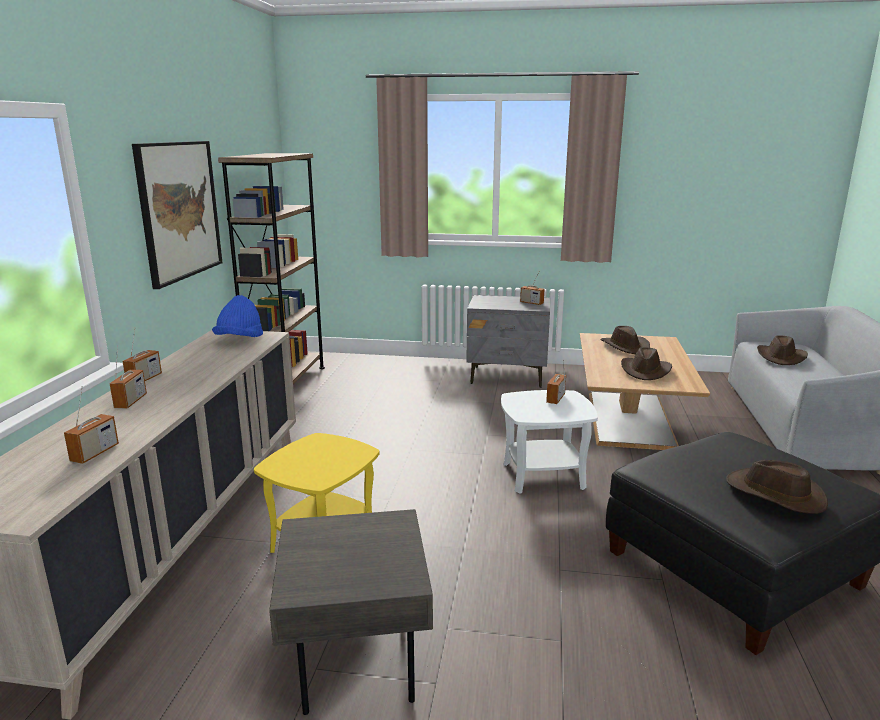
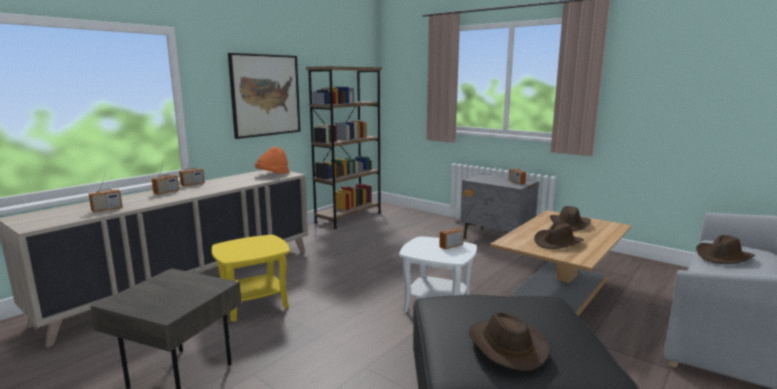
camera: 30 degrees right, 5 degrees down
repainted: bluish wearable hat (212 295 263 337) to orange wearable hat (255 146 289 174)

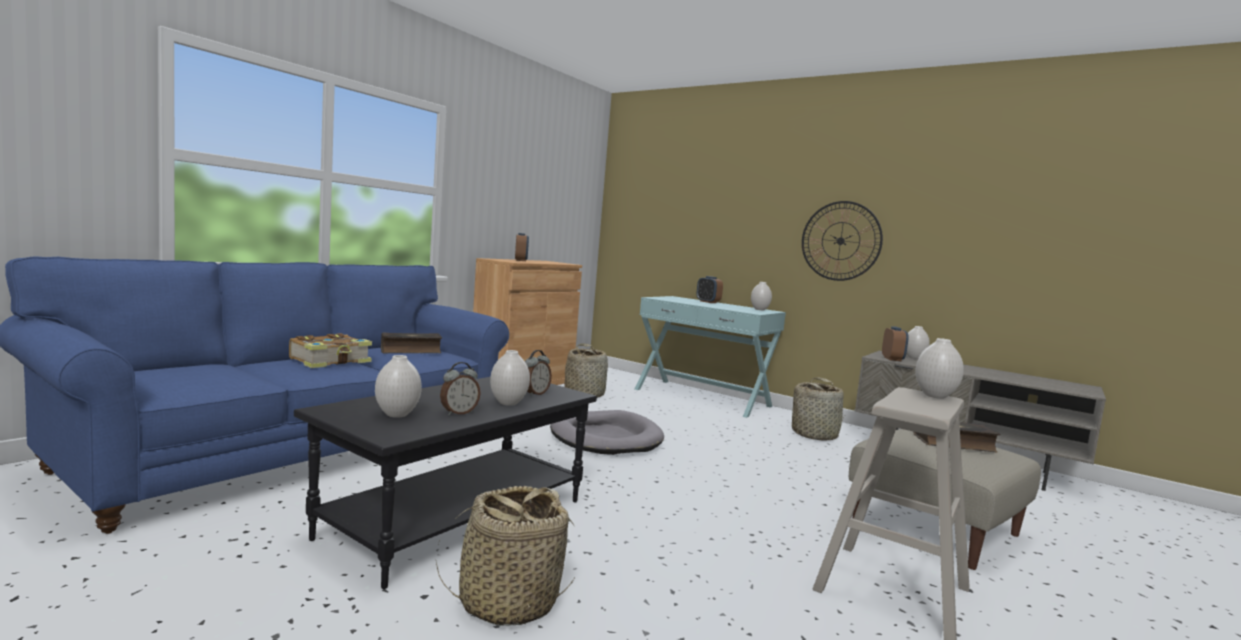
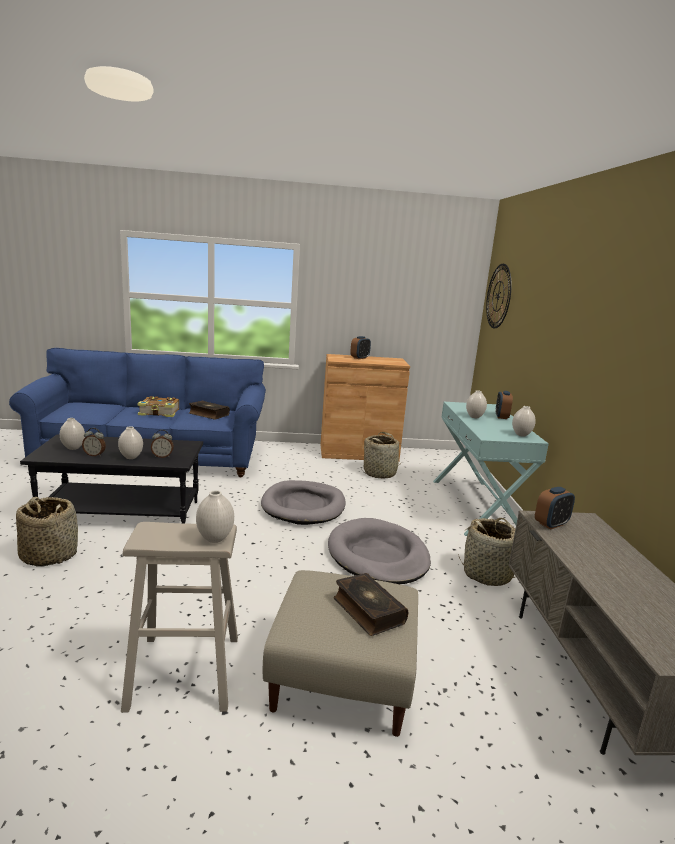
camera: 50 degrees right, 10 degrees up
new: grey dog bed (328 518 431 584)
shifted: wall clock (802 201 883 281) to (486 264 512 328); white flower vase (906 326 930 359) to (466 390 487 418)

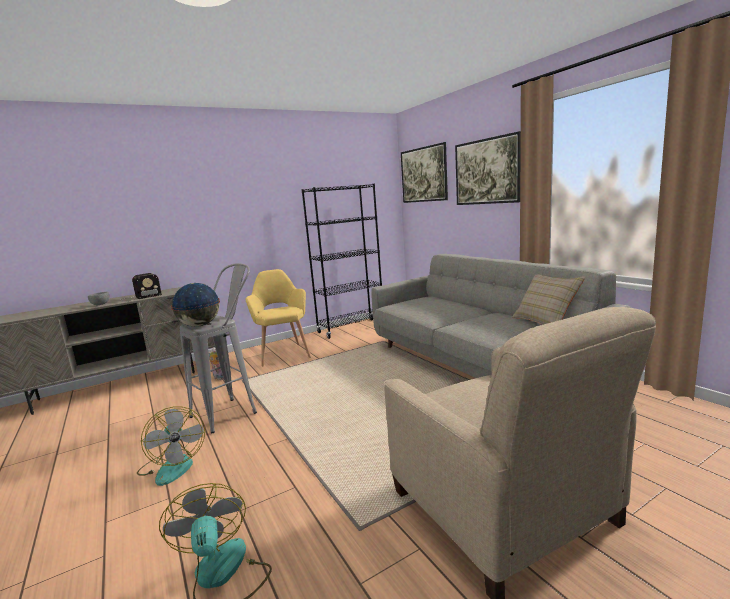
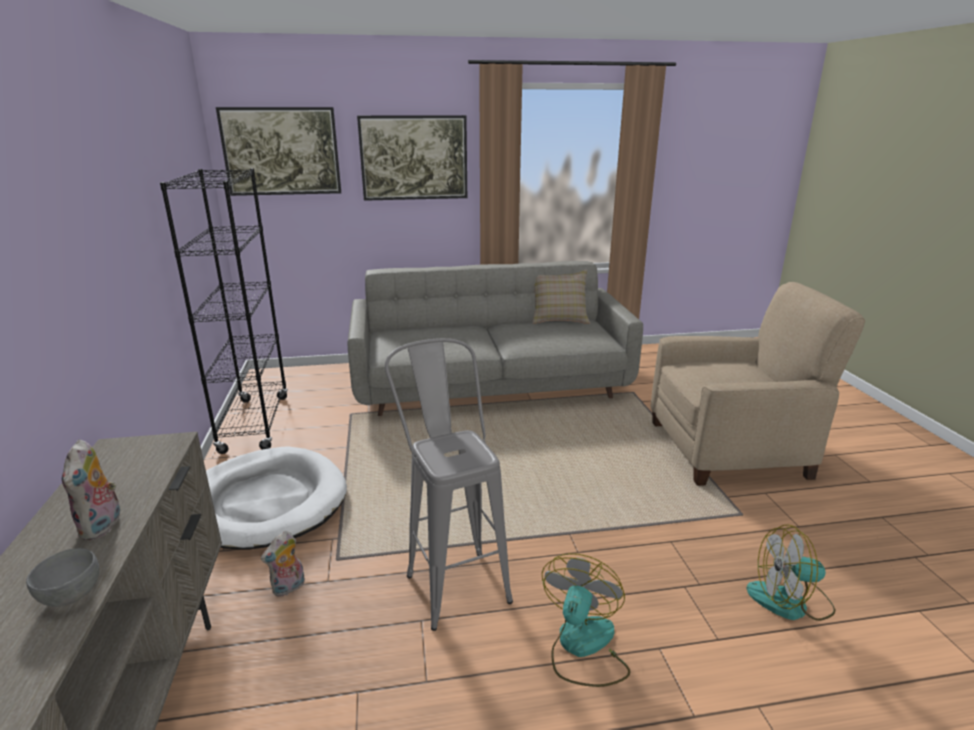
camera: 70 degrees left, 10 degrees up
gone: globe (171 283 220 327)
swapped: yellowish armchair (246 269 311 367) to white dog bed (206 447 347 550); radio receiver (121 273 162 302) to plush toy (62 440 120 540)
rotated: cooling fan (137 406 205 486) = (542 553 630 687) 60 degrees counterclockwise

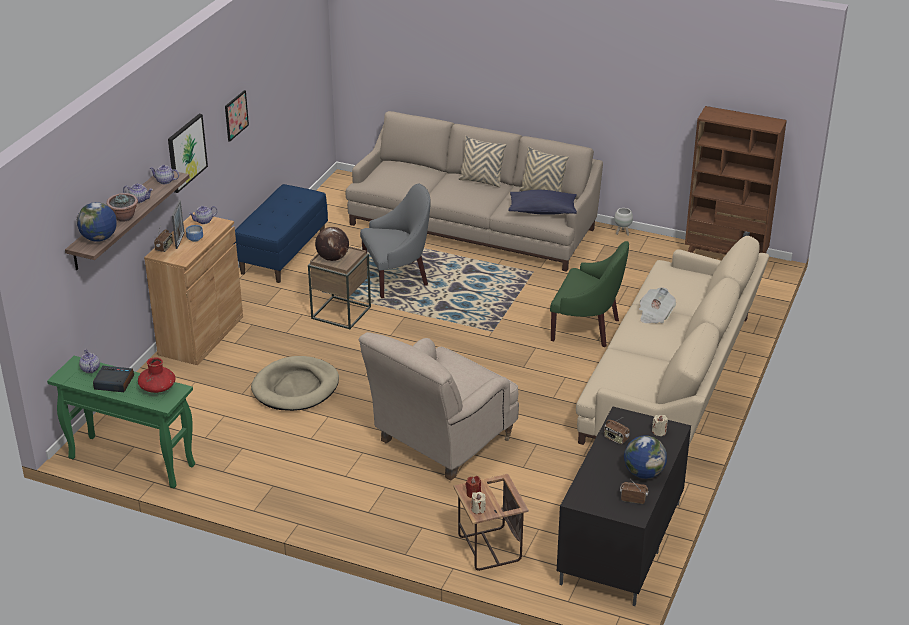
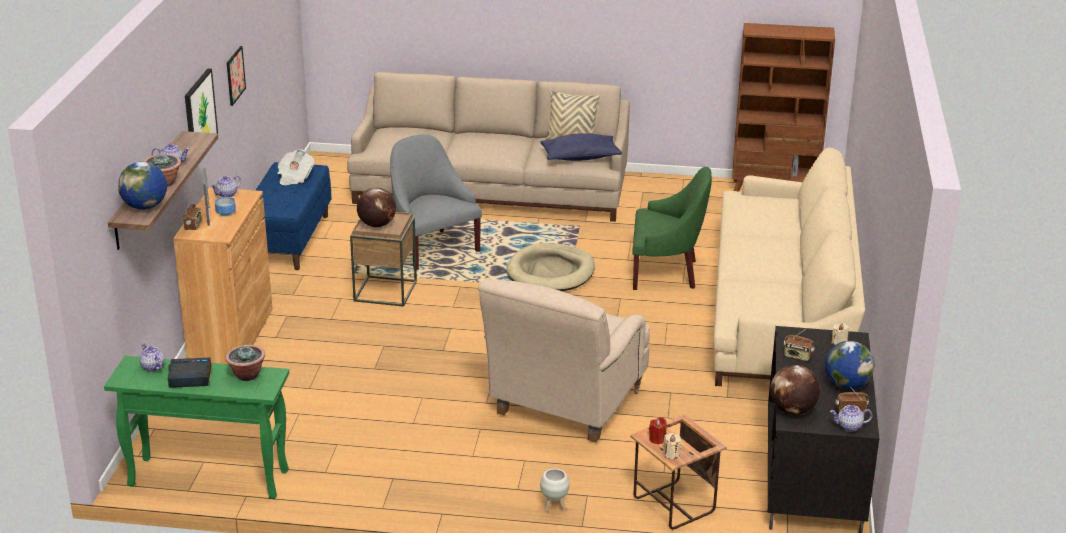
camera: 15 degrees left, 5 degrees down
gone: sand-coloured pillow (459 136 507 187)
new: globe (770 365 820 415)
shifted: teapot (150 165 179 184) to (830 405 872 432); white planter (614 208 633 236) to (540 468 569 512); daily paper (639 287 676 324) to (277 149 315 185); sand-coloured dog bed (251 356 339 411) to (506 243 595 291)
swapped: red flower vase (138 357 176 393) to houseplant (225 345 265 381)
rotated: grey armchair (360 184 431 298) = (390 134 482 270) 90 degrees counterclockwise

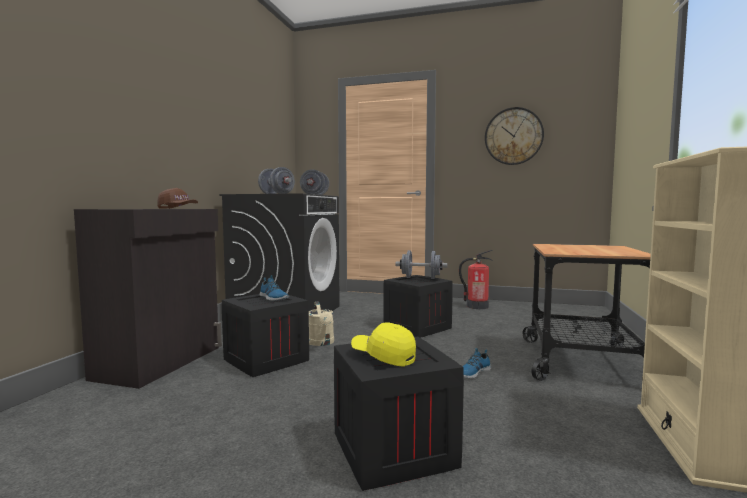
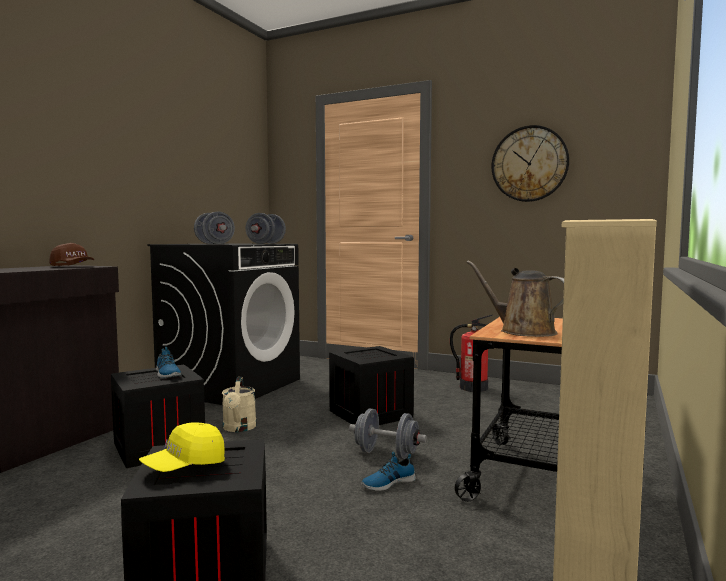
camera: 10 degrees right, 0 degrees up
new: brown sprinkling can (466 261 564 337)
shifted: grey free weight (395 250 447 279) to (349 408 427 459)
rotated: yellowish baseball cap (351 323 416 367) = (139 422 225 472) 90 degrees counterclockwise

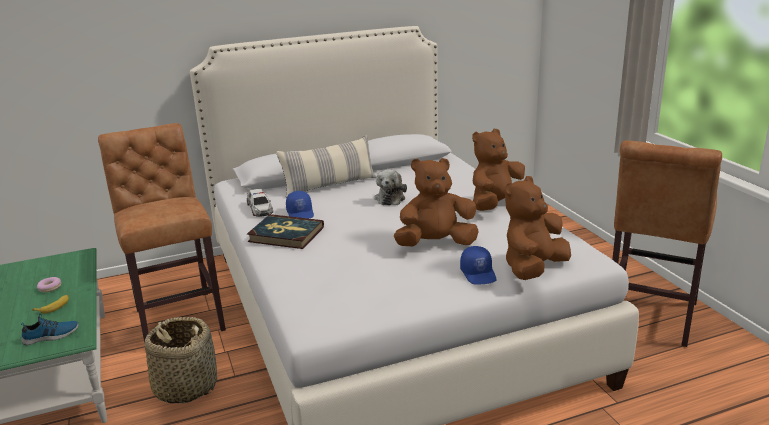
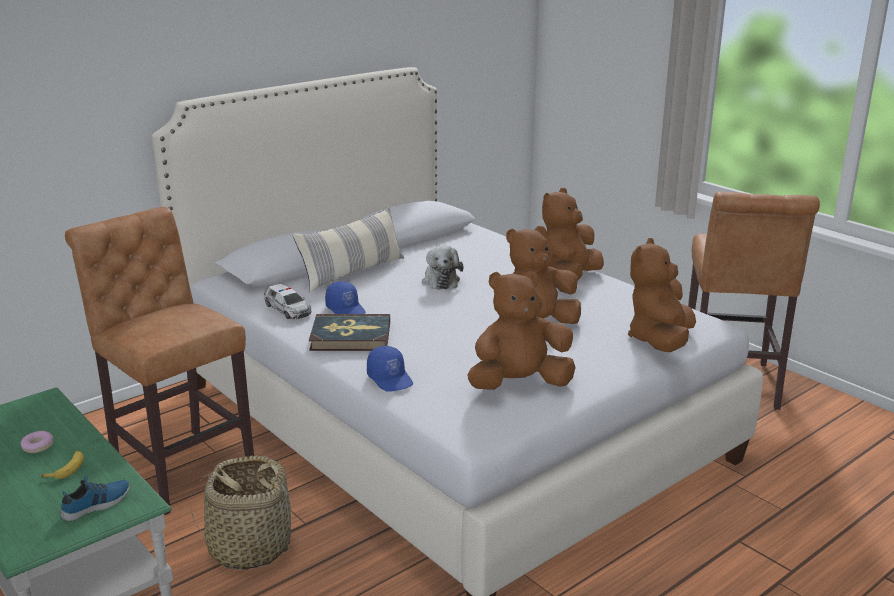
camera: 20 degrees left, 0 degrees up
new: brown plush toy (467 271 576 390)
shifted: bluish baseball cap (460 246 496 285) to (367 346 413 392)

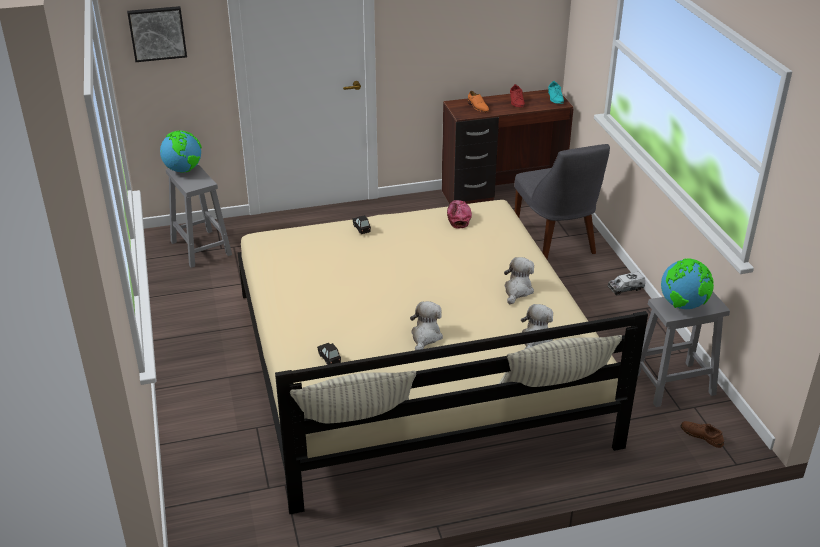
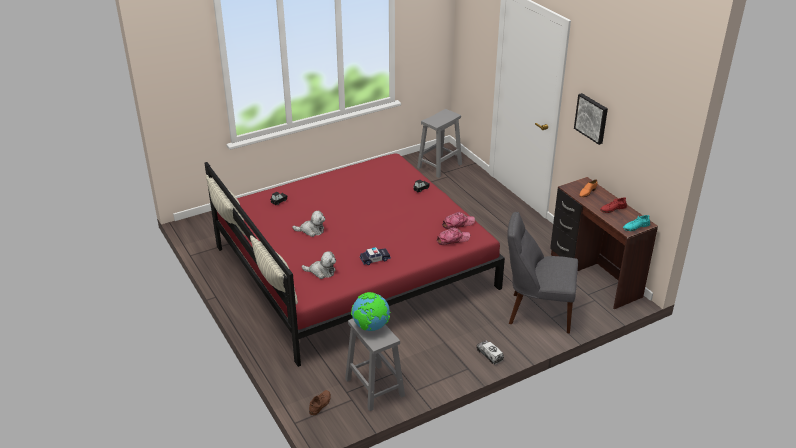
camera: 75 degrees right, 0 degrees up
gone: globe (160 131 202 173)
new: baseball cap (436 227 470 245)
shifted: picture (127 6 187 62) to (574 93 608 145)
swapped: plush toy (504 257 534 304) to model car (360 247 391 265)
repainted: sand-coloured sleeping bed (237 200 648 514) to red sleeping bed (204 153 505 367)
rotated: grey upright chair (514 144 610 259) = (507 212 578 333) 45 degrees clockwise

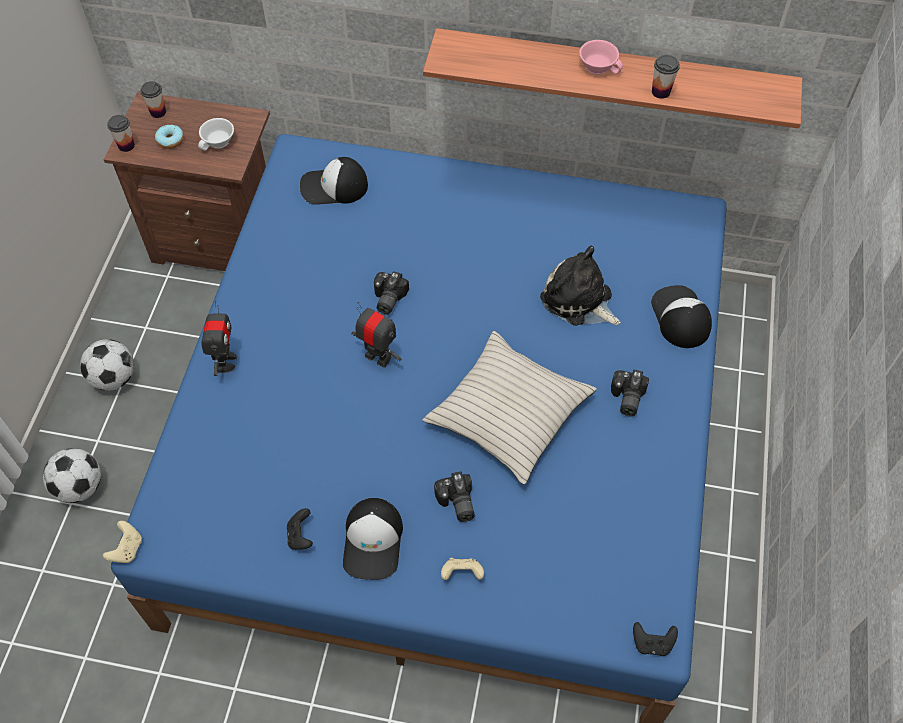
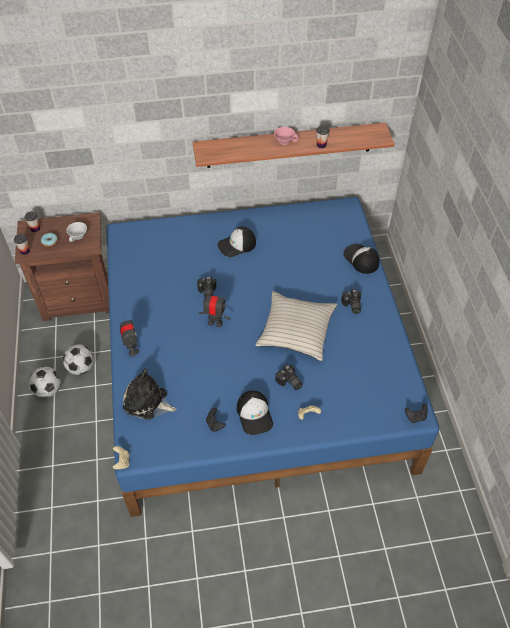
camera: 20 degrees left, 5 degrees down
shifted: baseball cap (300 157 368 205) to (217 227 256 257); plush toy (540 246 621 325) to (123 369 176 420); ball for football (43 448 101 503) to (63 344 94 375)

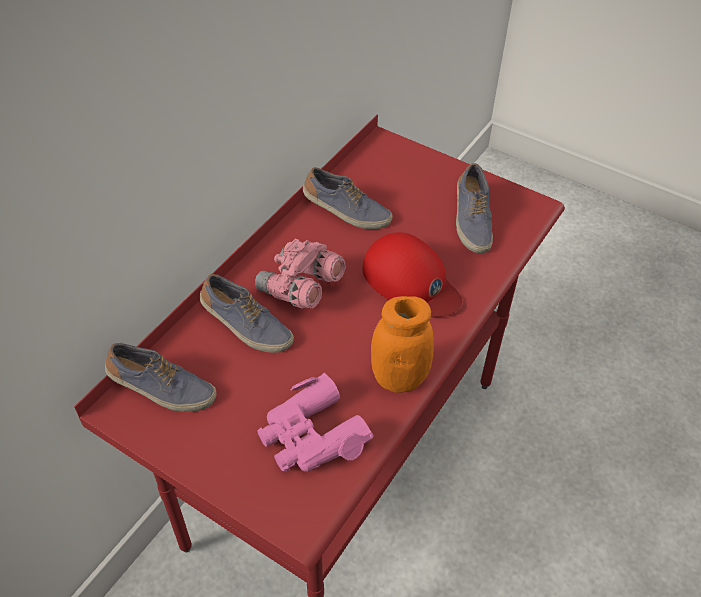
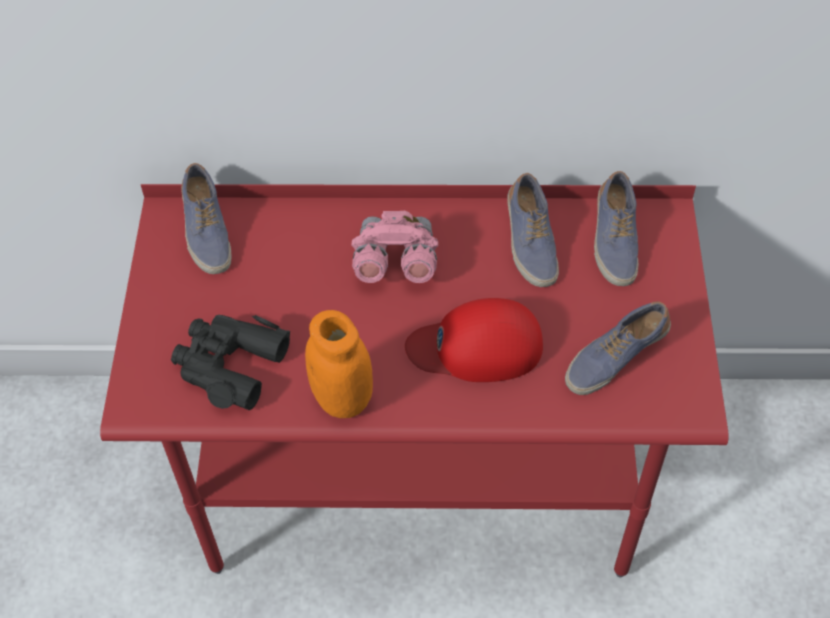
camera: 60 degrees right, 5 degrees up
shifted: item of footwear (200 274 294 353) to (594 171 638 286)
repainted: pink-coloured pair of binoculars (258 373 374 472) to blackish pair of binoculars (171 315 290 410)
rotated: red baseball cap (363 232 462 317) = (405 298 543 382) 75 degrees clockwise

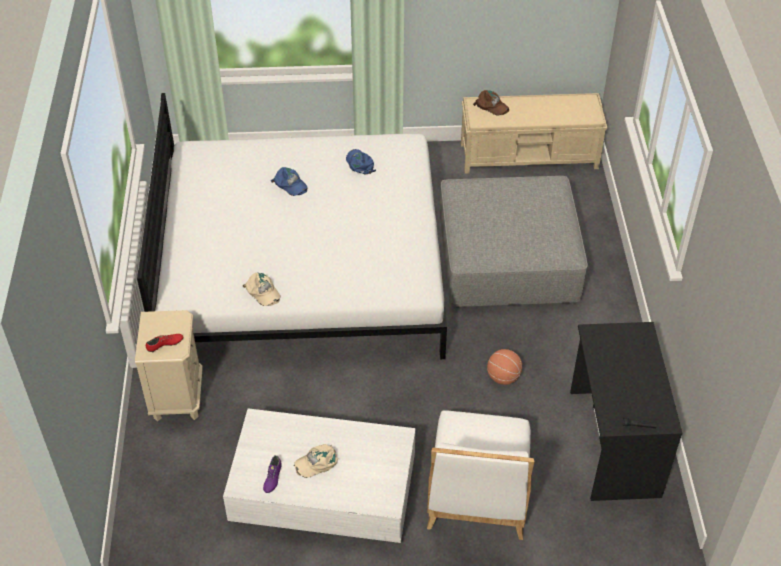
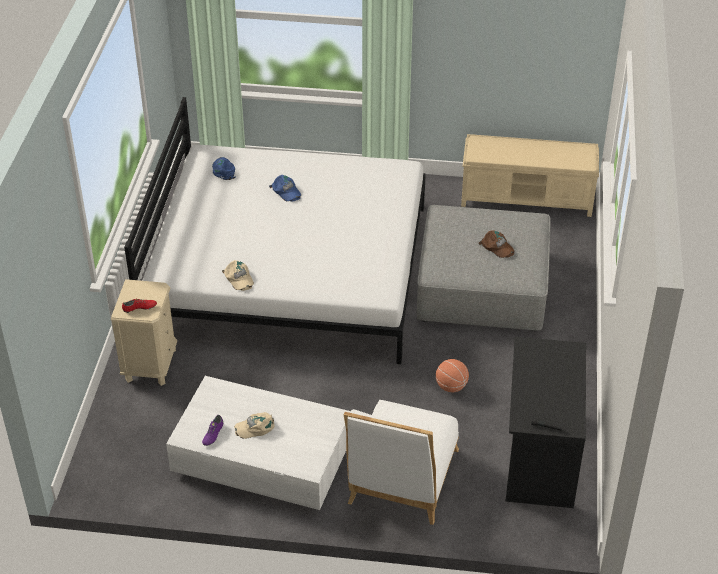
camera: 10 degrees right, 5 degrees down
shifted: brown baseball cap (473 90 509 116) to (479 230 514 258); bluish baseball cap (346 149 376 174) to (212 157 236 180)

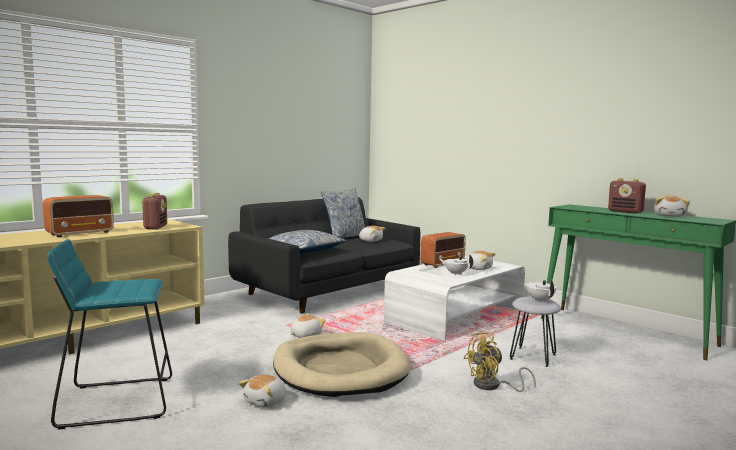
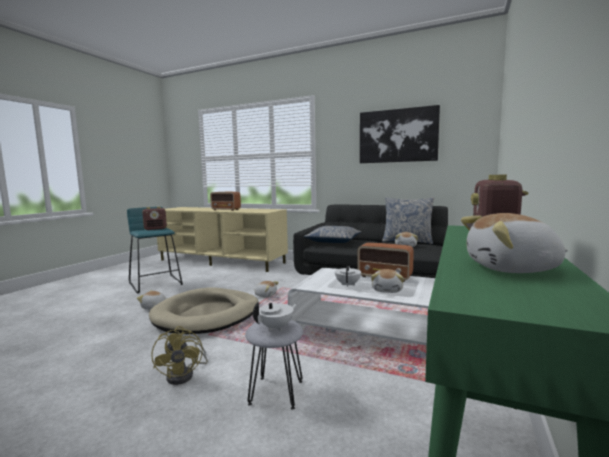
camera: 70 degrees right, 0 degrees up
new: picture (360 105 440 163)
shifted: radio receiver (141 193 167 229) to (142 207 167 230)
rotated: yellowish cooling fan (463 332 536 392) = (151 326 208 385) 150 degrees counterclockwise

